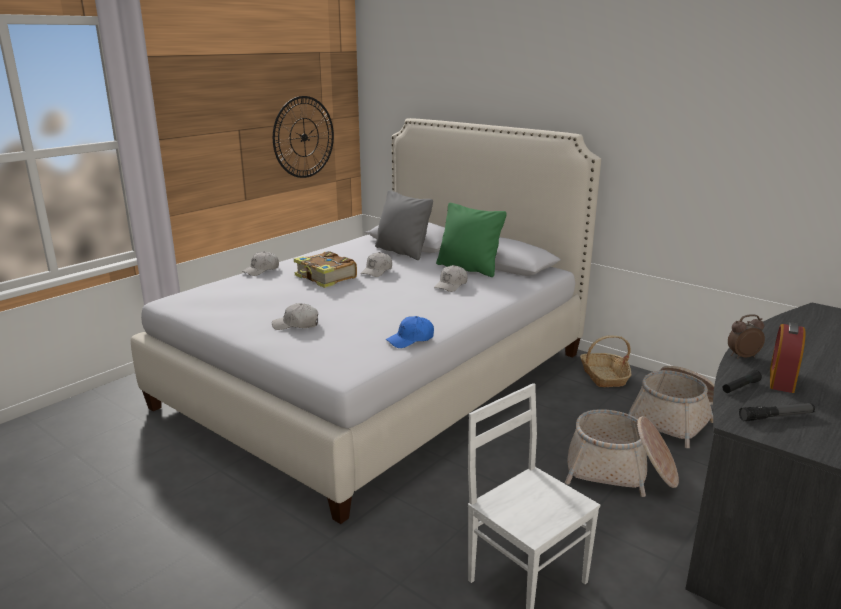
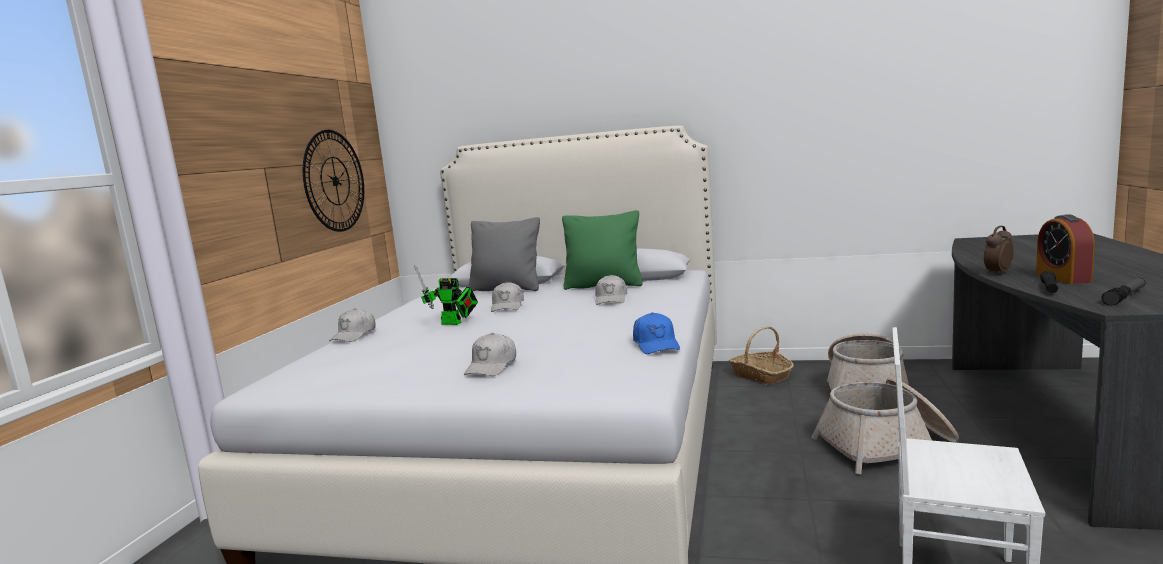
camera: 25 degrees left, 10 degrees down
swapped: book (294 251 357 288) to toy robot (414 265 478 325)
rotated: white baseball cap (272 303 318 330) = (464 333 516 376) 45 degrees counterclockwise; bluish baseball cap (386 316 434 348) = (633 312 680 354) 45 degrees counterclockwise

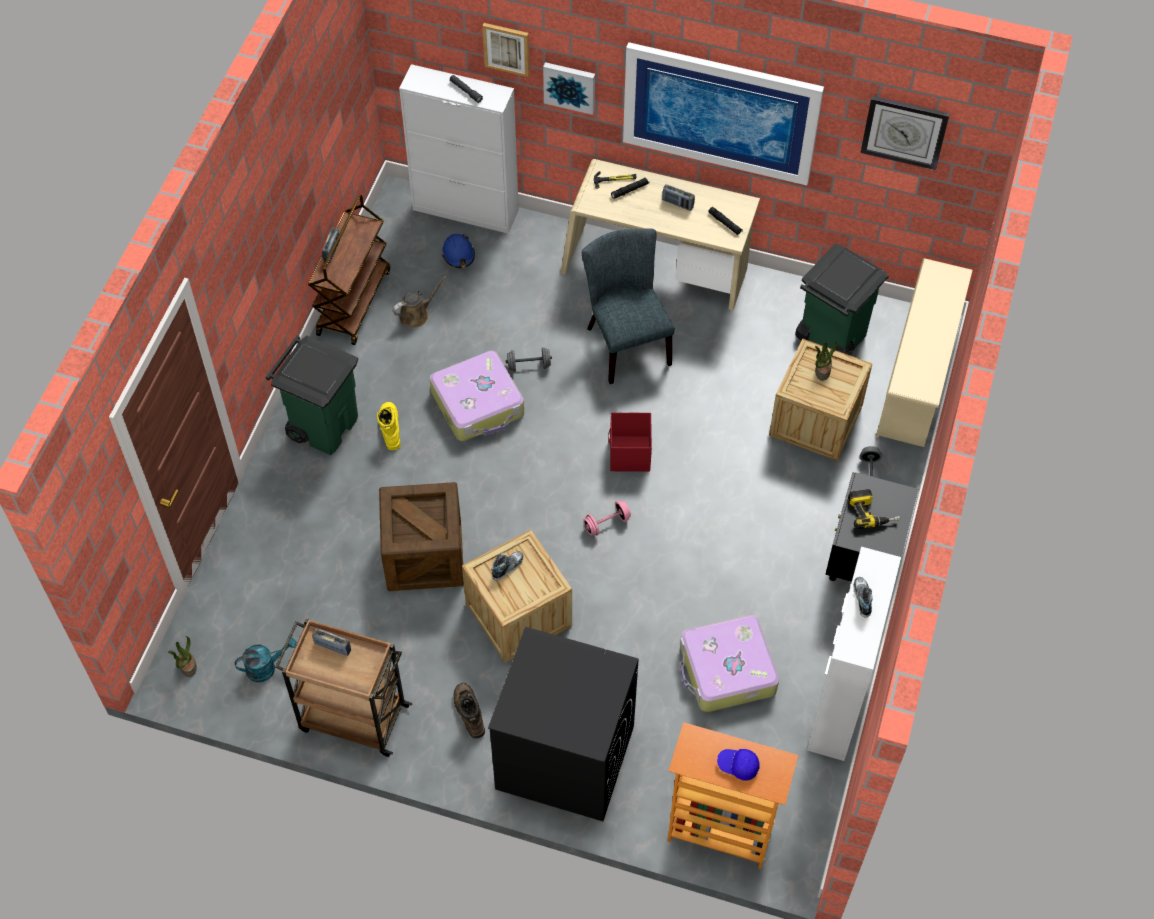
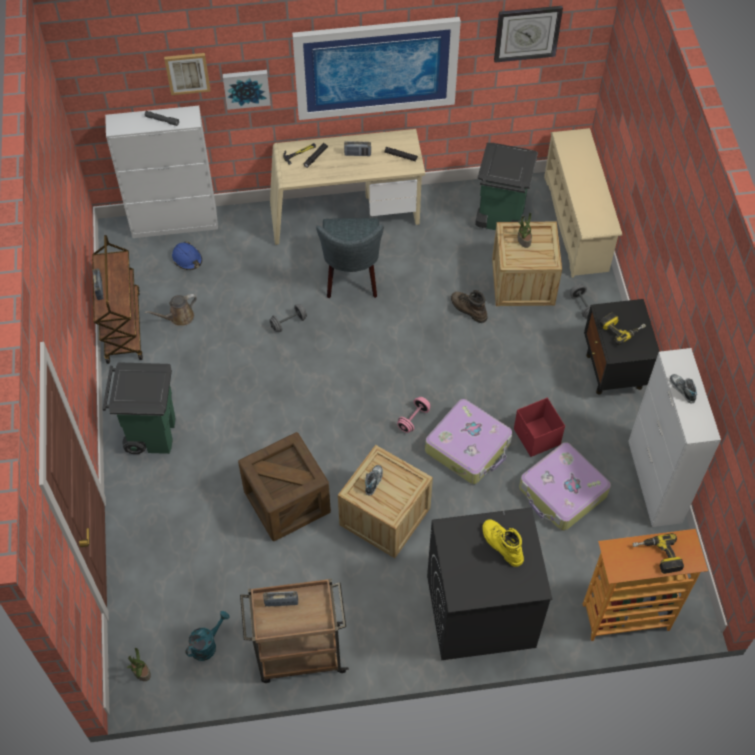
camera: 25 degrees left, 0 degrees up
shifted: piece of luggage (429 351 524 441) to (425 399 512 484); yellowish tall boot (377 402 401 450) to (482 519 524 567); red storage box (608 412 652 472) to (514 398 565 457); brown tall boot (453 683 485 739) to (451 290 488 323)
swapped: bluish baseball cap (717 749 760 781) to power drill (632 533 684 574)
rotated: grey upright chair (582 229 675 384) = (316 218 384 298) 135 degrees counterclockwise; brown sprinkling can (392 275 447 327) = (145 294 197 326) 150 degrees counterclockwise

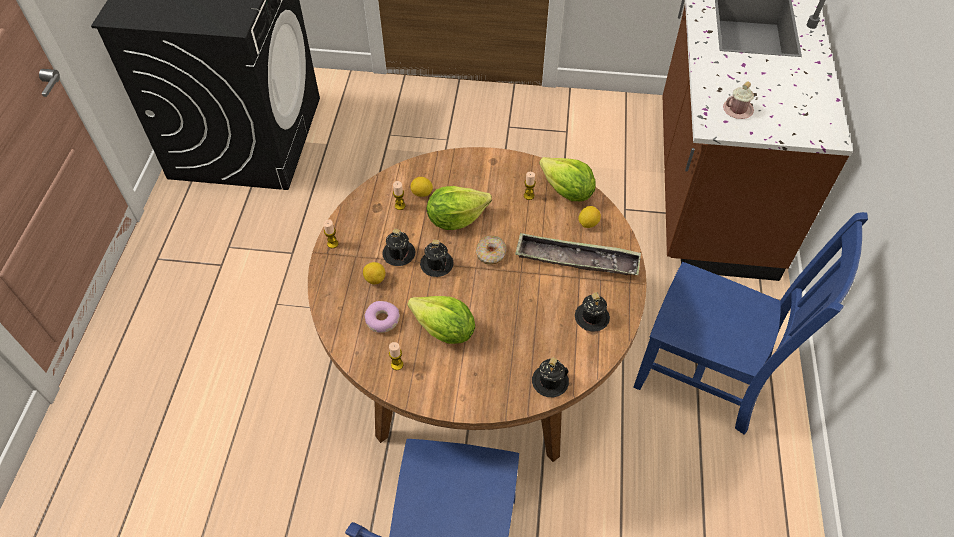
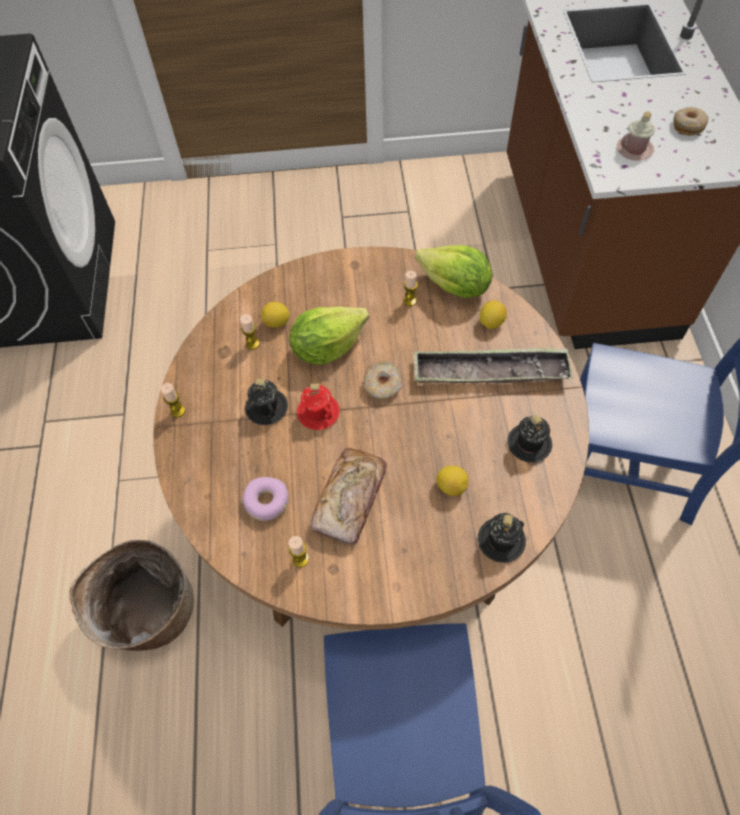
camera: 10 degrees left, 5 degrees up
new: doughnut (673 107 708 136); storage basket (69 540 194 651)
shifted: whole lemon (363 262 385 284) to (436 466 468 496)
swapped: head of lettuce (408 296 475 344) to baked bread (311 448 387 544)
repainted: blackish tea mug (420 239 454 277) to red tea mug (297 384 340 430)

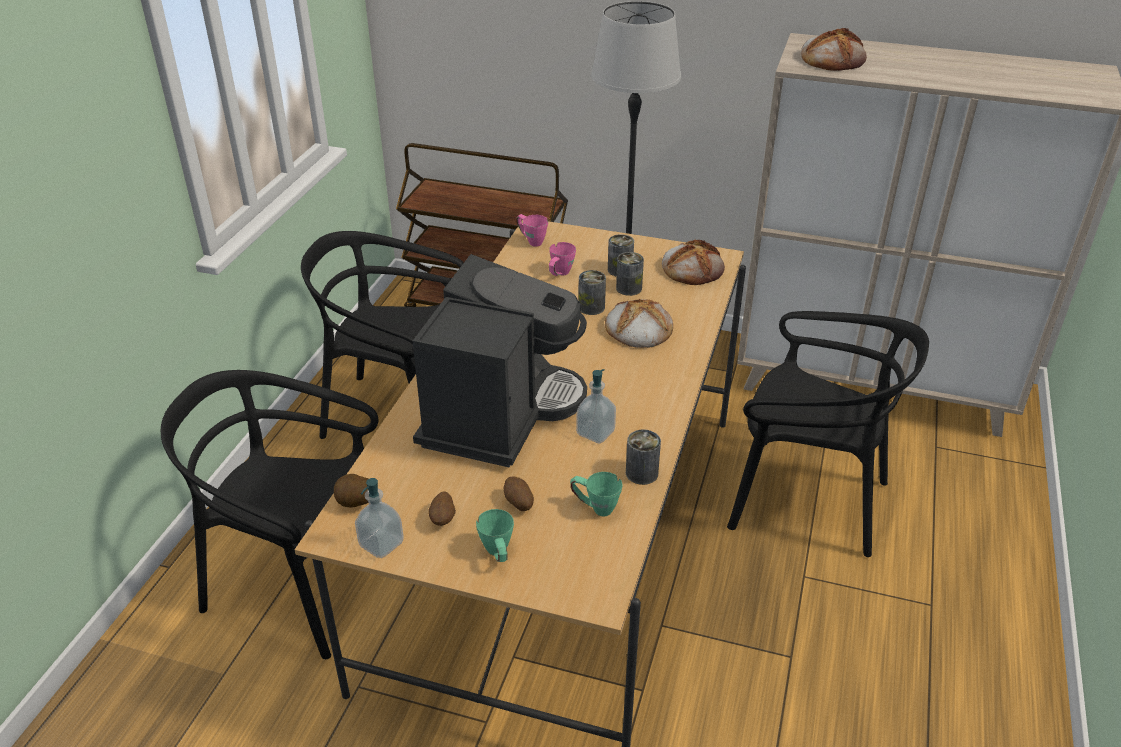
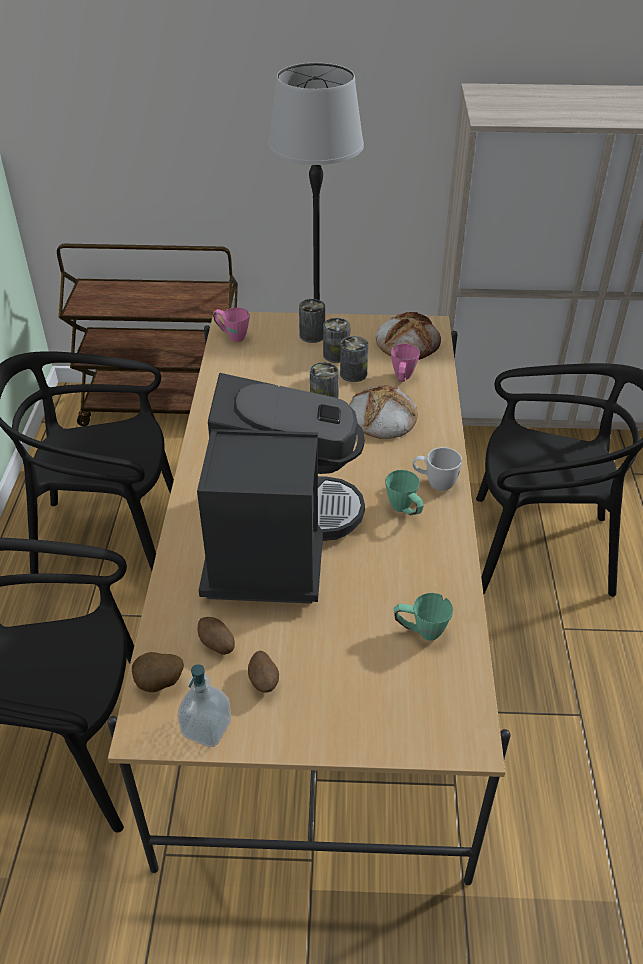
camera: 15 degrees left, 5 degrees up
gone: baked bread (801 28 867 71); soap bottle (576 369 616 443)
new: white tea mug (412 447 462 491)
shifted: pink-coloured tea mug (549 242 576 276) to (391 344 420 382); sealed can (626 429 661 485) to (299 299 325 343); whole potato (504 476 534 511) to (197 617 235 655); greenish tea mug (476 509 514 562) to (385 470 424 515)

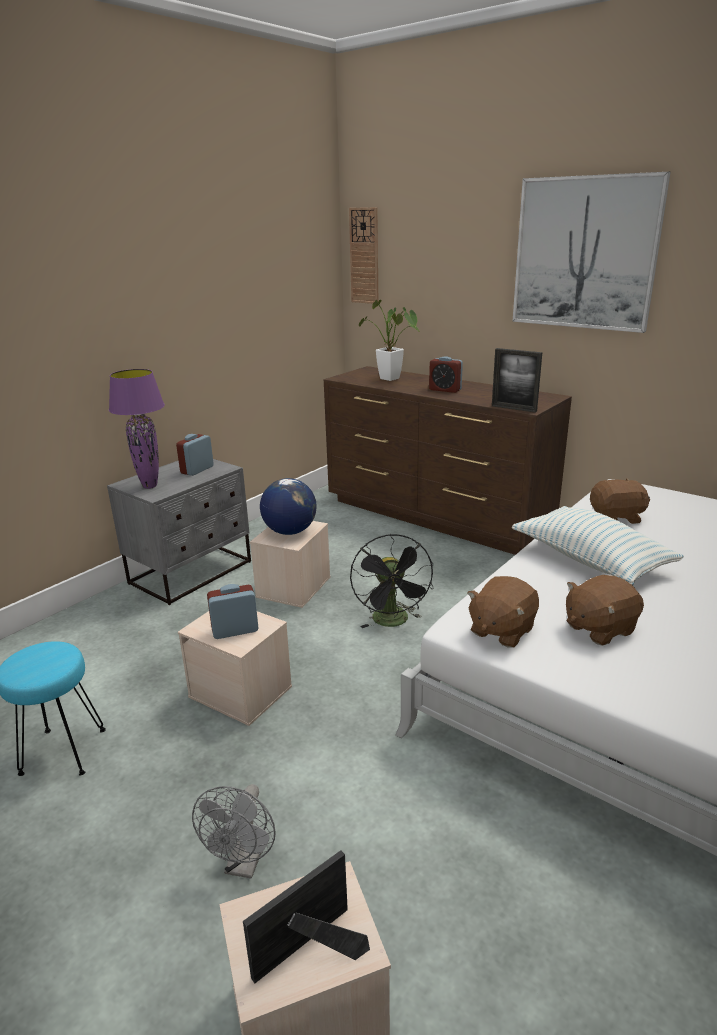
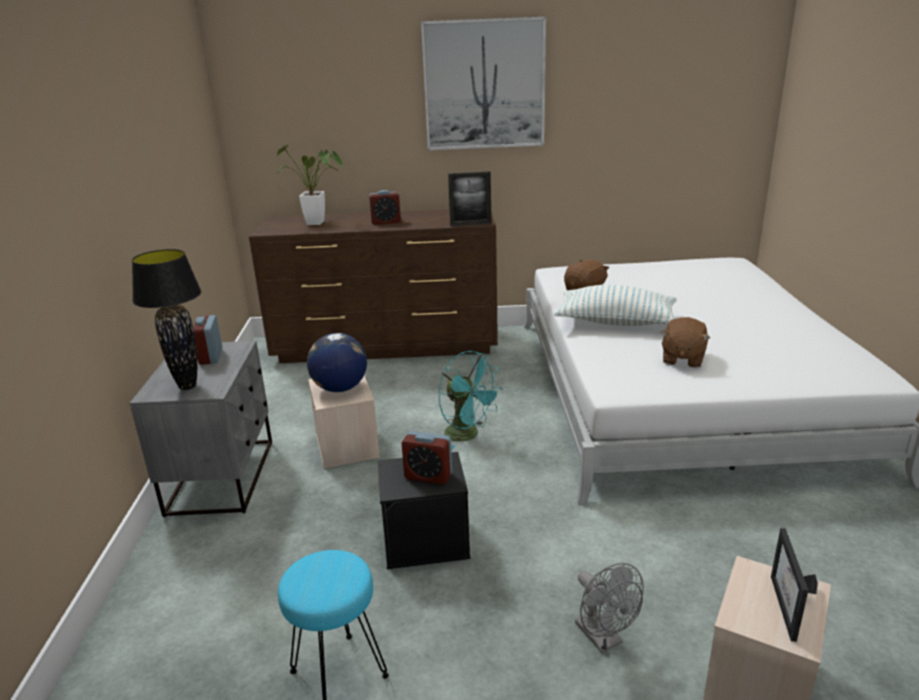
camera: 40 degrees left, 0 degrees up
gone: wall clock (349 207 378 304); brown plush toy (467 576 539 648)
repainted: purple-coloured lamp for a table (109 369 165 489) to blackish lamp for a table (132 249 201 390); blackish cooling fan (350 534 433 628) to turquoise-coloured cooling fan (438 351 503 450); sand-coloured storage box (178 611 292 726) to blackish storage box (377 452 470 569)
rotated: bedside clock (207 584 258 639) = (402 431 452 484) 105 degrees counterclockwise

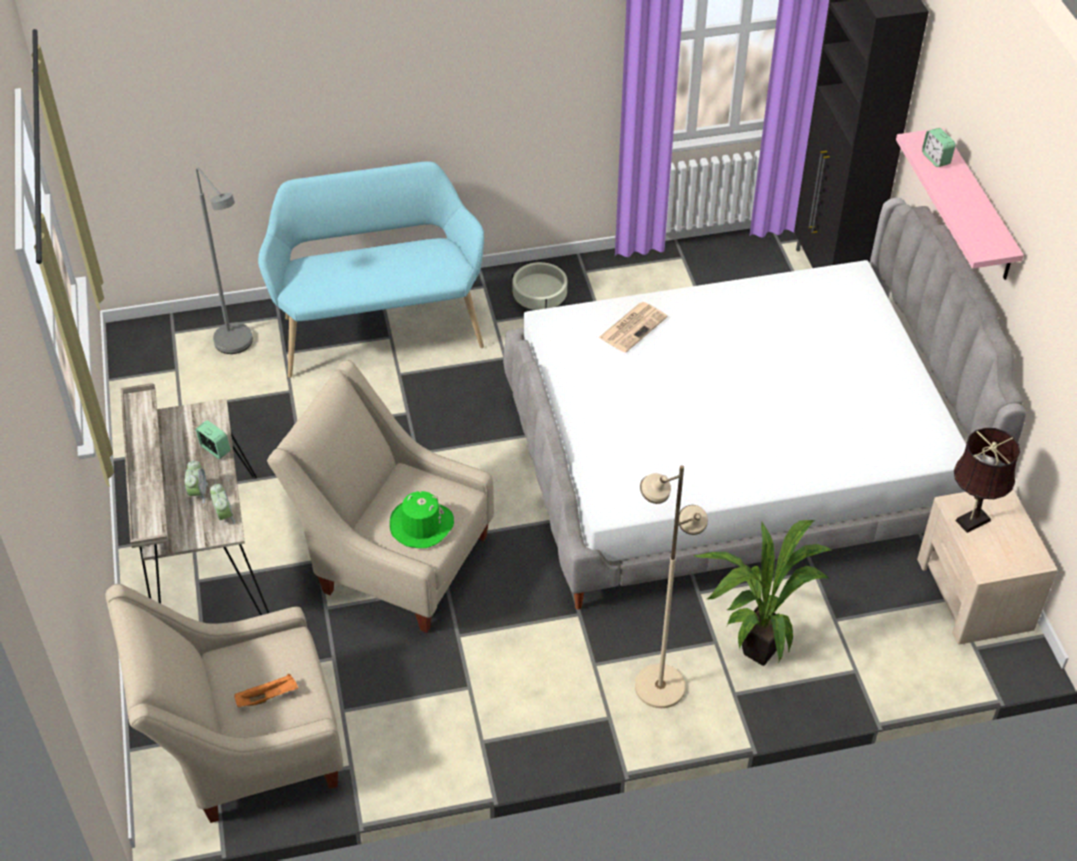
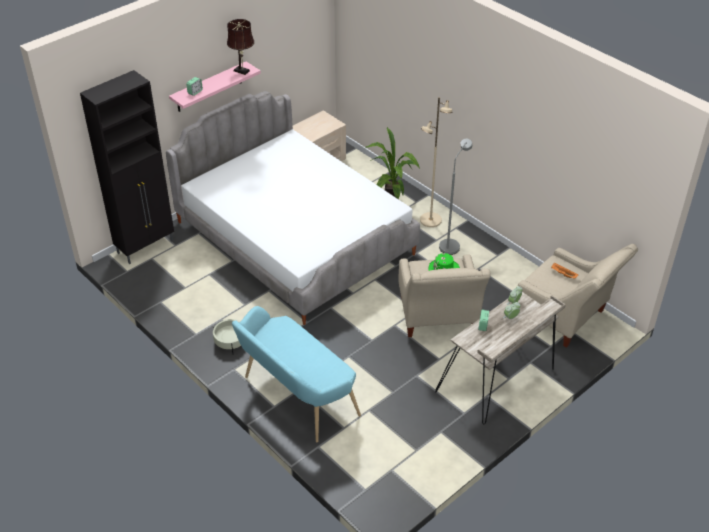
camera: 120 degrees left, 5 degrees down
gone: daily paper (599 302 668 353)
shifted: grey standing lamp (196 167 253 354) to (439 139 472 255); brown lamp for a table (954 428 1020 533) to (227 19 254 75)

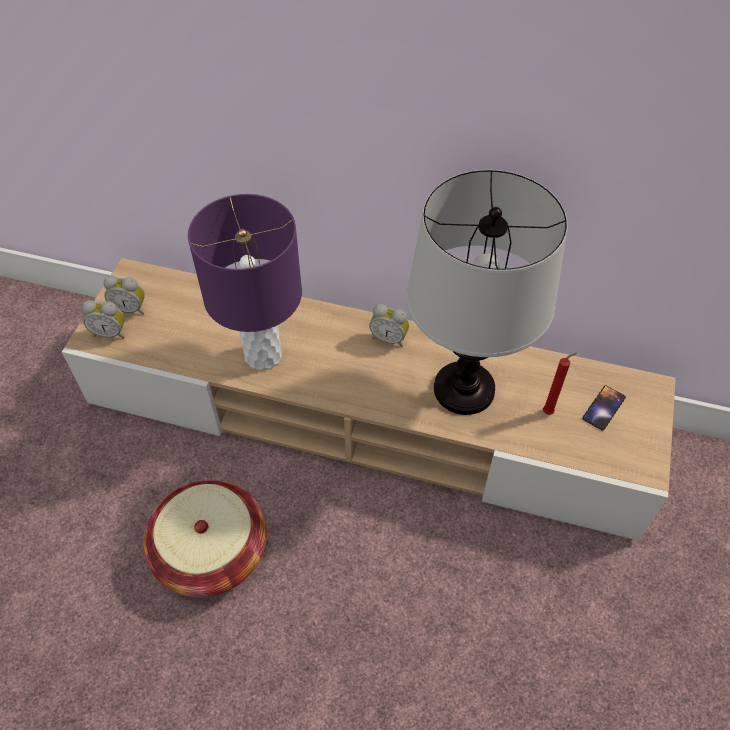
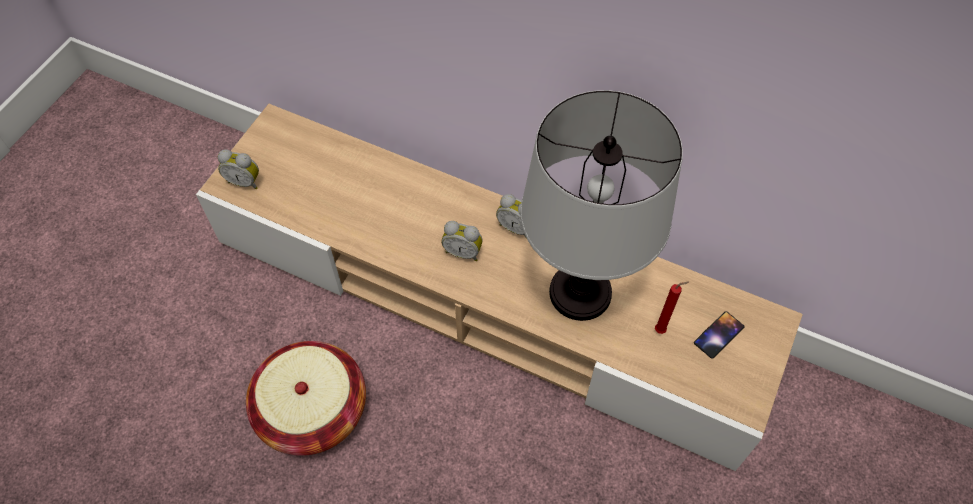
camera: 10 degrees right, 5 degrees up
gone: purple-coloured lamp for a table (188 194 302 371)
shifted: bedside clock (104 275 145 315) to (441 221 483 261)

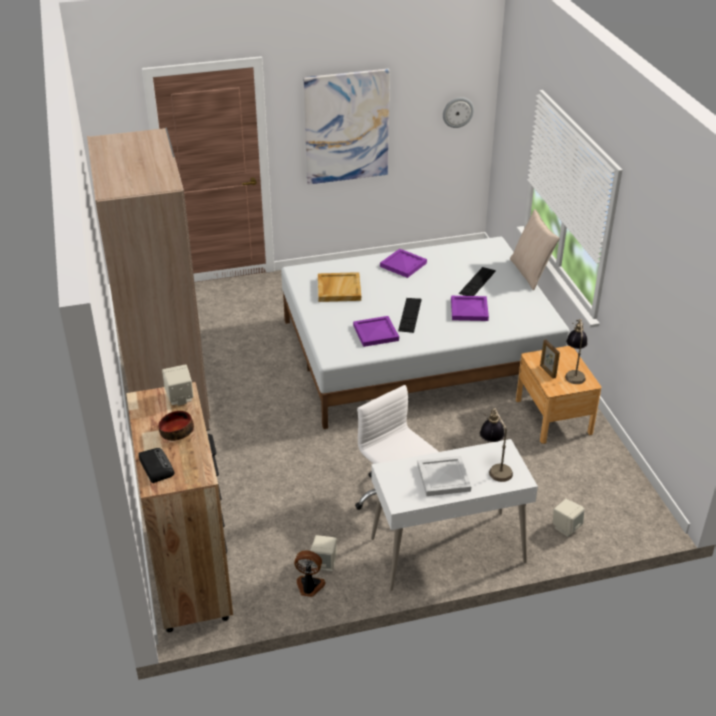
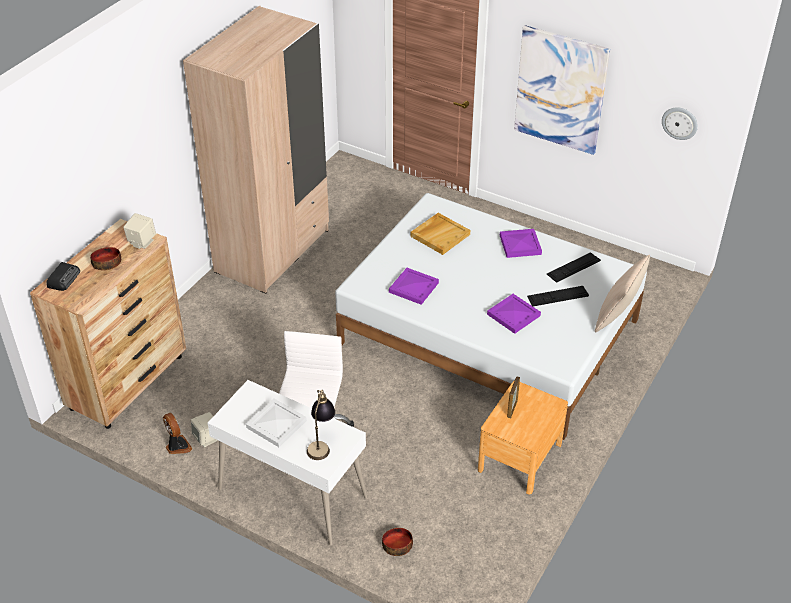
camera: 45 degrees right, 5 degrees up
gone: lamp for a table (565 319 588 384)
shifted: computer keyboard (398 298 422 333) to (547 252 601 283)
swapped: sand-coloured speaker (553 499 585 537) to bowl (382 528 413 556)

